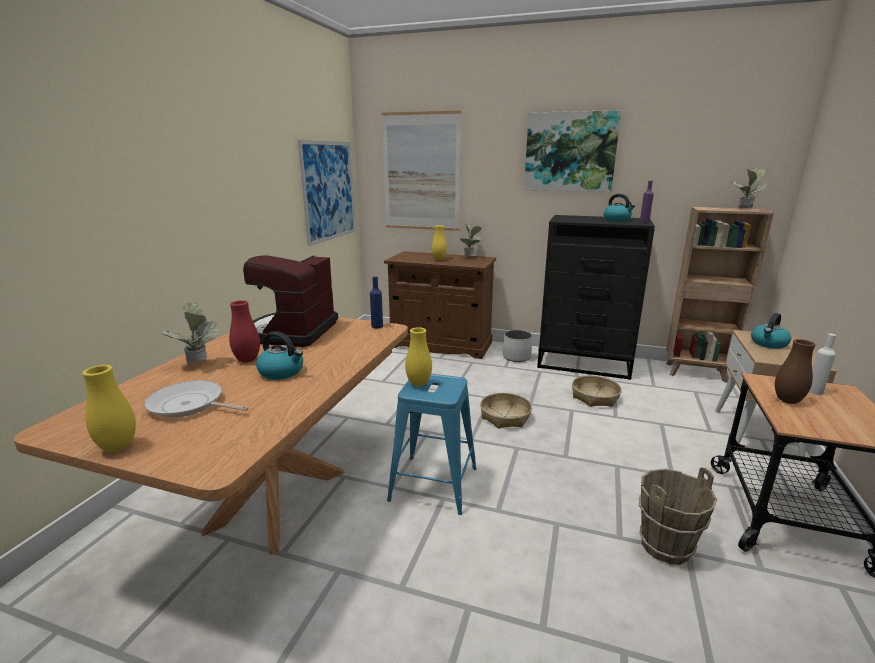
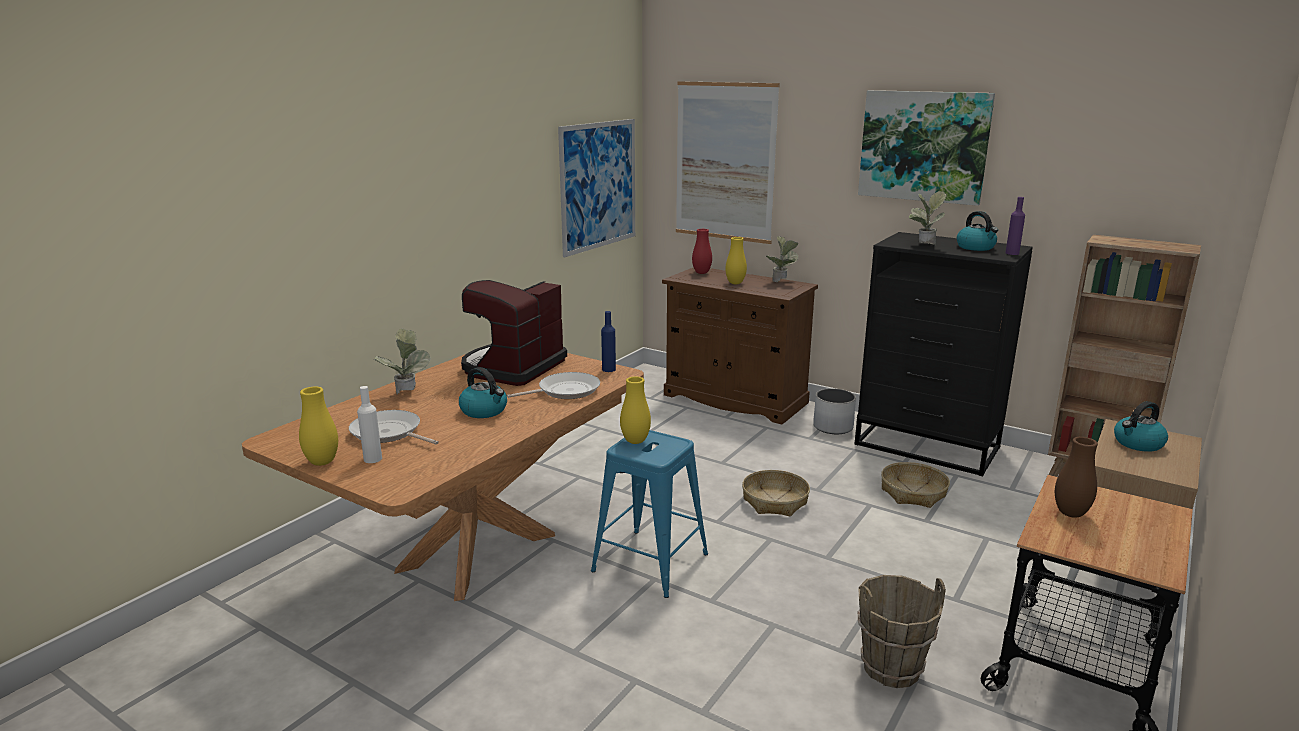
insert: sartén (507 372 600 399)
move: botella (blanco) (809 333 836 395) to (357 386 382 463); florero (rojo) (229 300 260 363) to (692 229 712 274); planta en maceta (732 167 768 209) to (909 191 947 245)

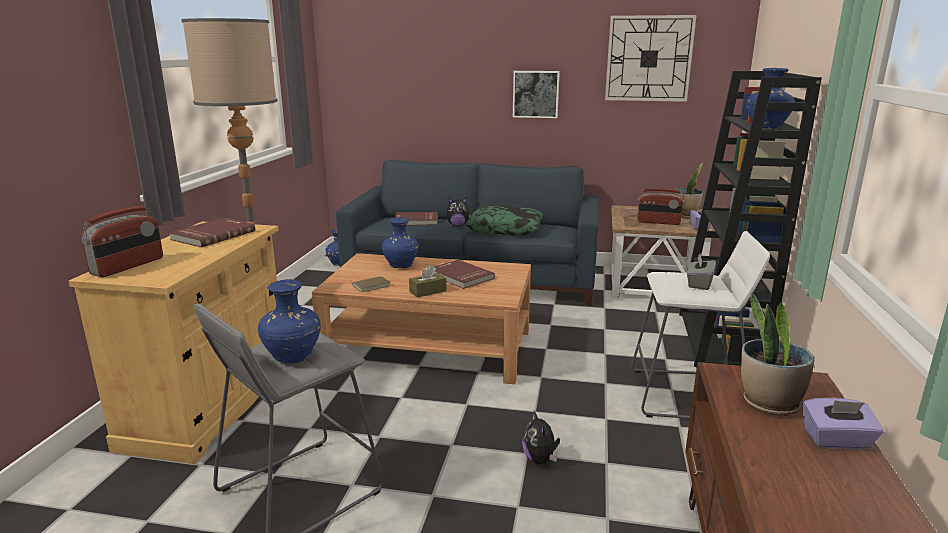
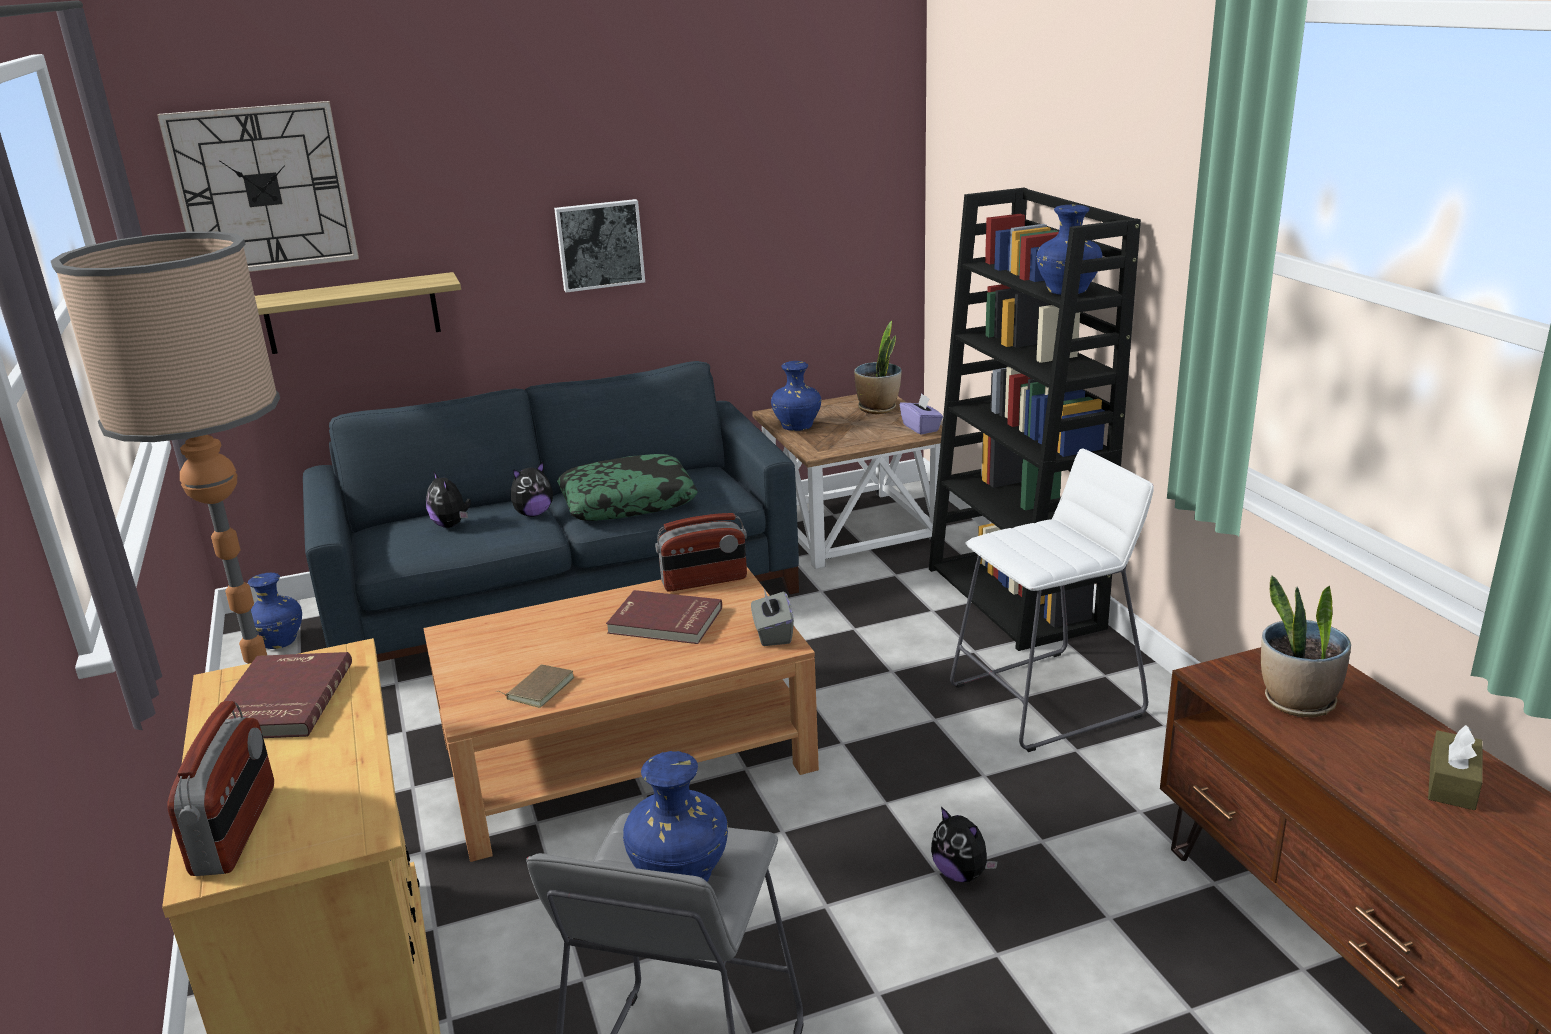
delete: caja de pañuelos (morado) (802 398 884 449)
insert: estante (255 272 461 354)
move: reloj de pared (605 15 697 102) to (157 101 359 272); radio (637 188 685 225) to (655 513 747 591); caja de pañuelos (gris) (687 254 716 290) to (751 589 794 646); florero (azul) (382 217 419 268) to (771 361 821 431); caja de pañuelos (marrón) (409 265 447 298) to (1428 725 1483 810)
replace: libro (rojo) (395 212 437 225) to peluche (426 471 471 528)

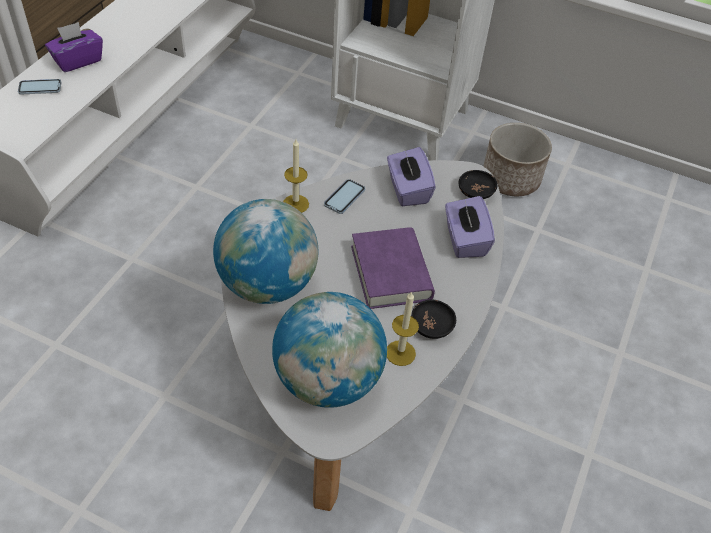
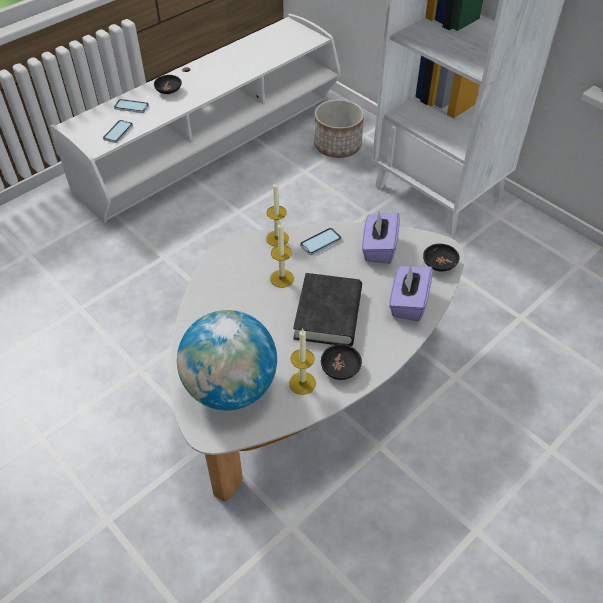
delete: globo terráqueo (213 199 319 304)
insert: móvil (103 120 133 143); vela (270 221 294 288)
move: maceta (483 123 552 196) to (314 99 364 158)
replace: caja de pañuelos (morado) (45 22 103 72) to cuenco (negro) (154 75 182 94)
recolor: libro (morado) (351 227 435 309) to libro (negro) (293 273 362 346)

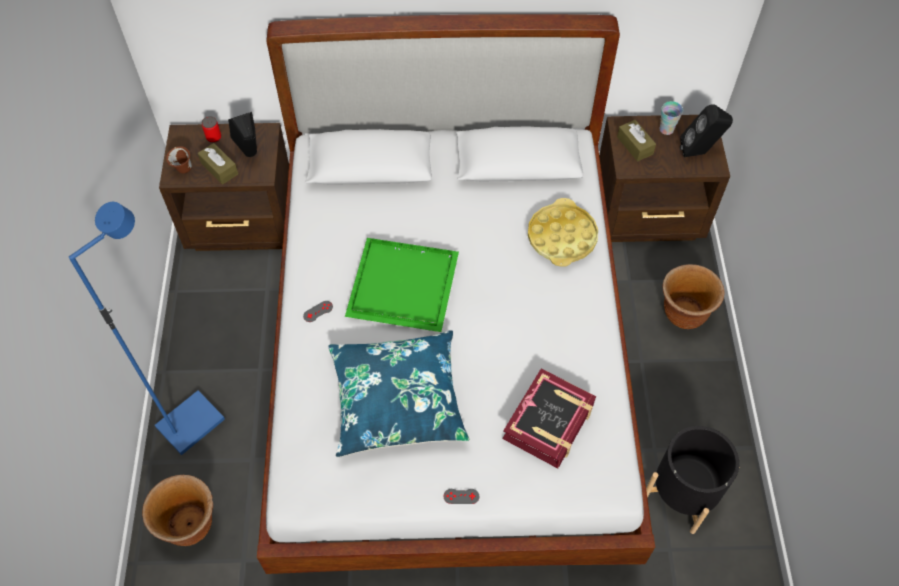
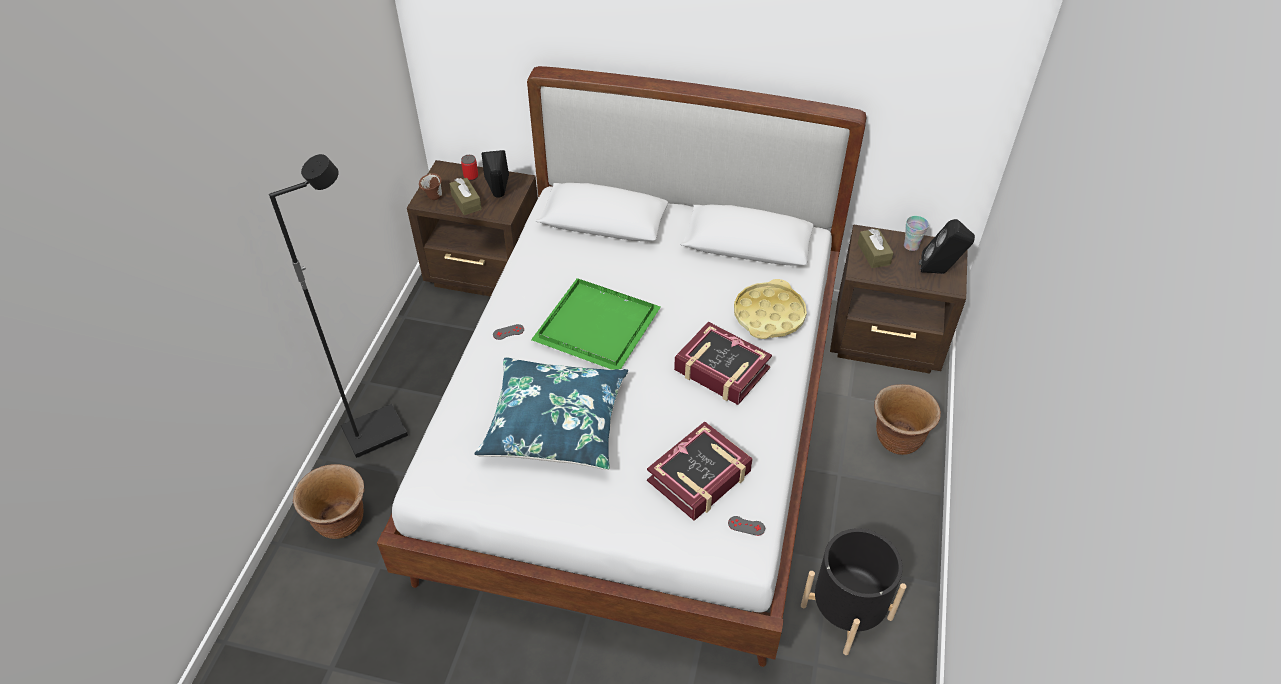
insert: libro (674 322 772 405)
move: mando de consola (gris) (444 489 479 504) to (728 516 765 536)
recolor: lámpara de pie (azul) (68 202 225 455) to lámpara de pie (negro) (269 154 408 458)

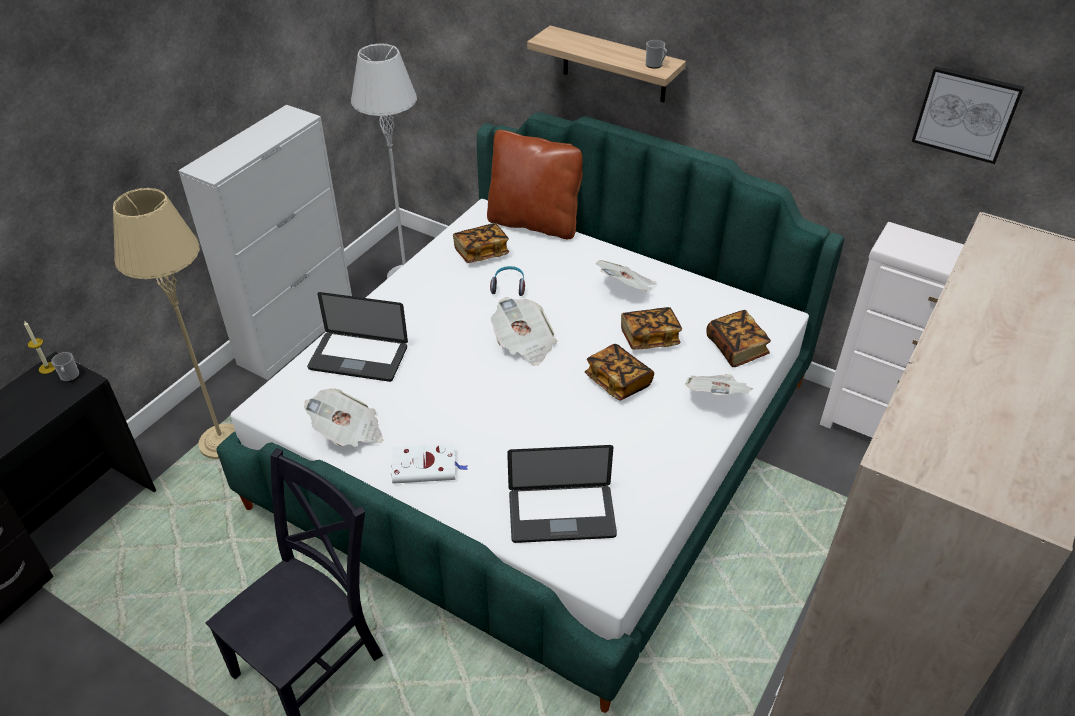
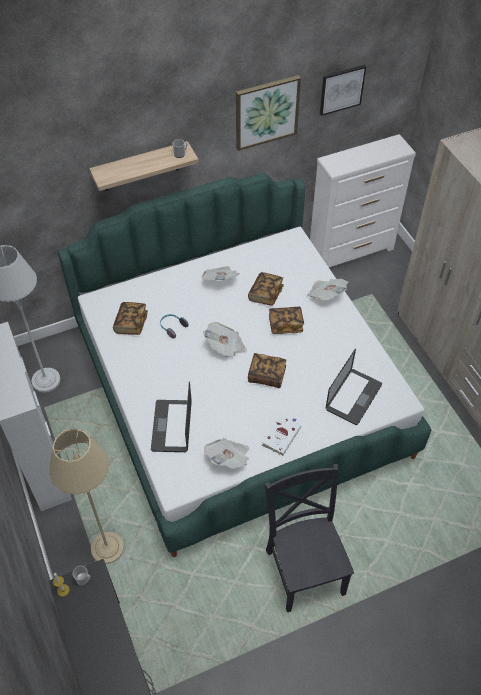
delete: cojín (marrón) (487 130 583 239)
insert: cuadro (236 75 301 151)
move: libro (706 310 771 367) to (248 353 286 388)
rotate: portátil (307 292 408 382) = (151 381 192 452) 135 degrees clockwise

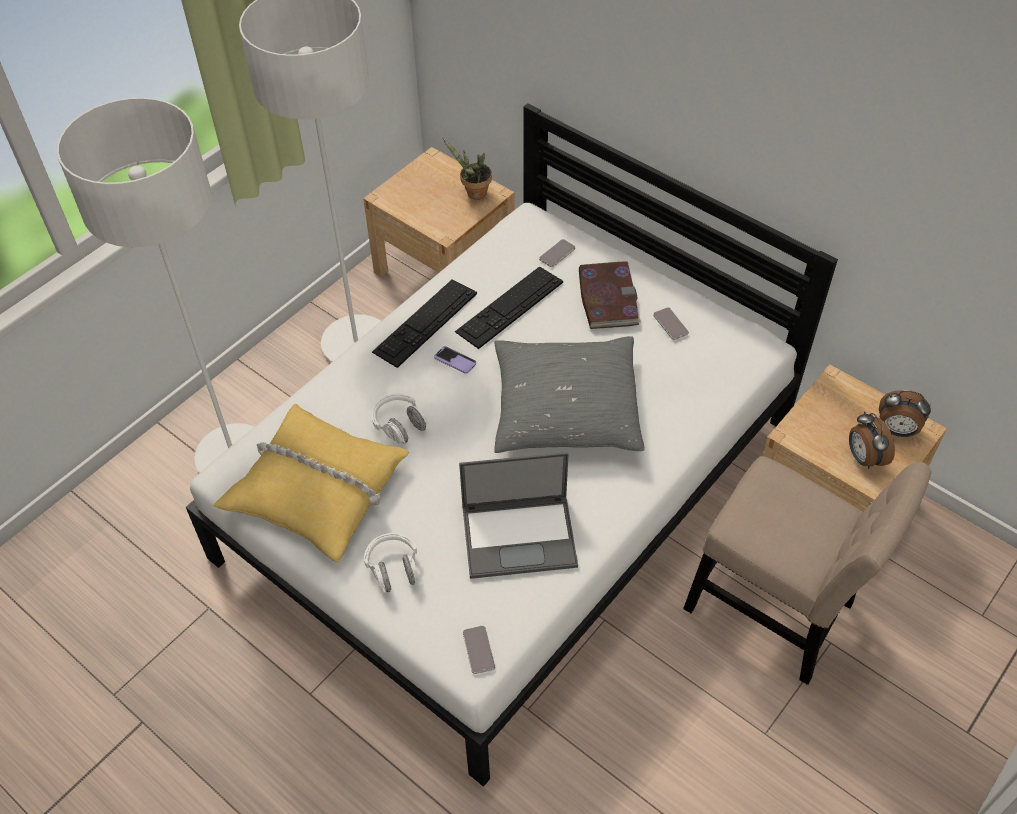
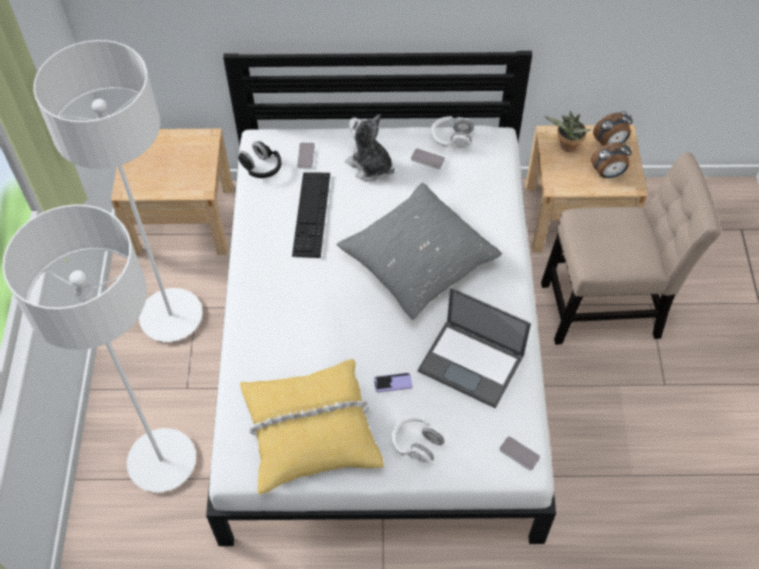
delete: teclado (372 279 477 368)
insert: auriculares (negro) (238 141 281 178)
move: móvil (434 346 476 374) to (374 373 412 392); auriculares (blanco) (372 394 428 443) to (431 116 474 149); planta en maceta (442 137 492 200) to (545 111 591 152)
replace: libro (579 261 641 329) to peluche (345 114 395 182)
rotate: portátil (459 452 578 579) = (418 288 531 409) 75 degrees clockwise; despertador (849 411 895 469) = (591 142 632 178) 45 degrees counterclockwise

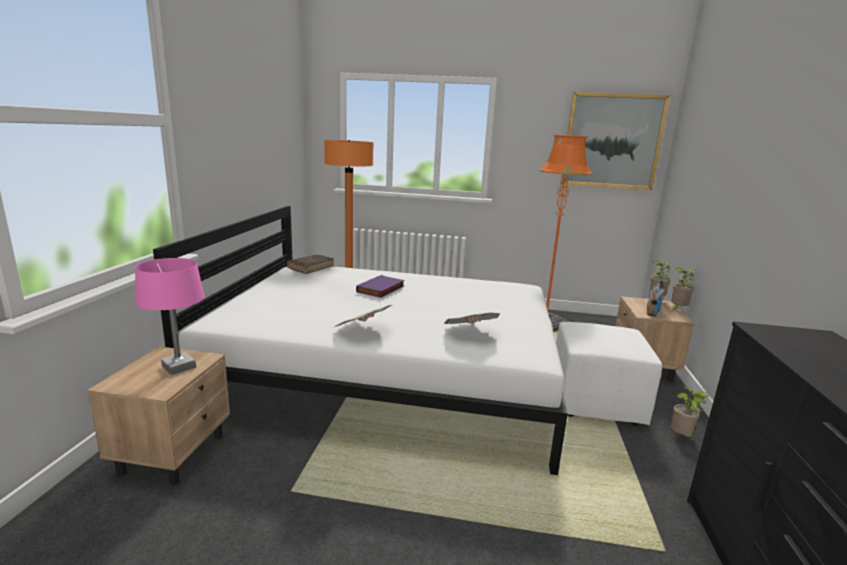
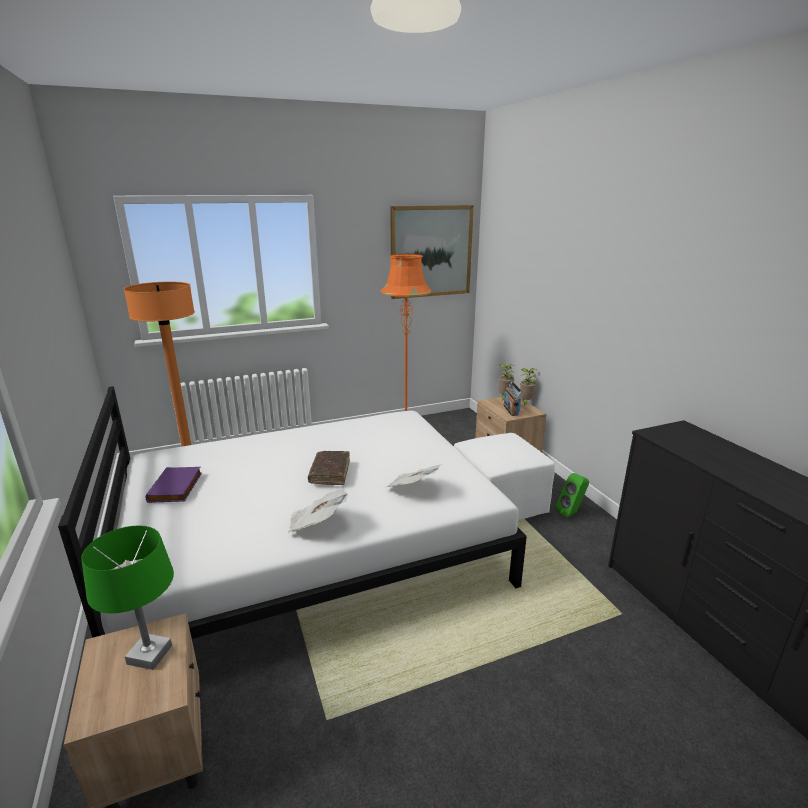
move: libro (morado) (356 275 405 298) to (145 467 202 503); libro (marrón) (287 255 334 274) to (308 451 350 485)
replace: planta en maceta (671 387 710 437) to altavoz (verde) (556 473 589 518)
recolor: lámpara de mesa (rosa) (135 258 204 375) to lámpara de mesa (verde) (81 525 174 670)

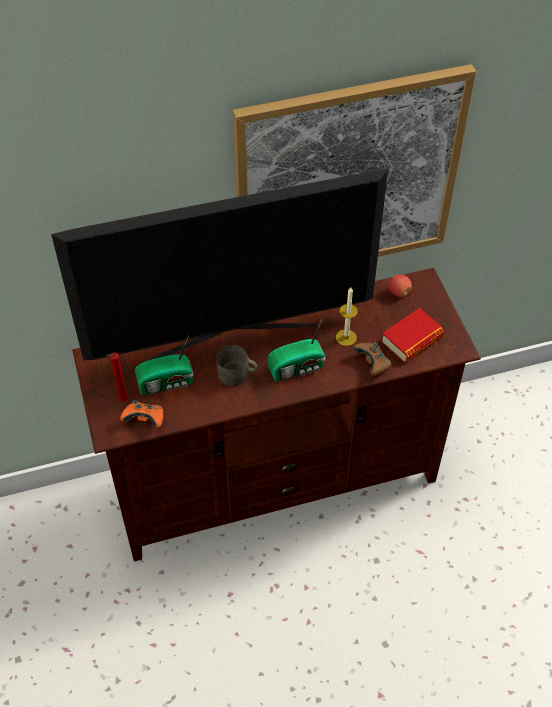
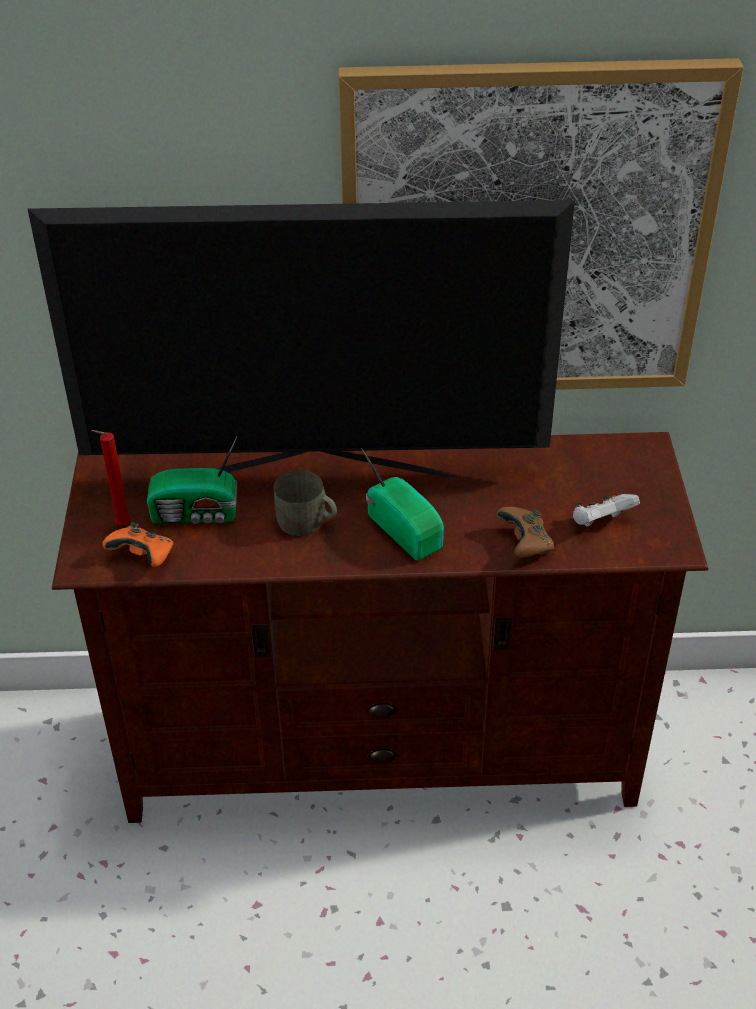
delete: vela (336 287 358 346); manzana (388 274 412 297)
replace: libro (381 308 445 363) to mando de consola (blanco) (573 494 640 527)
rotate: radio (268 320 325 381) = (361 448 444 561) 120 degrees counterclockwise

